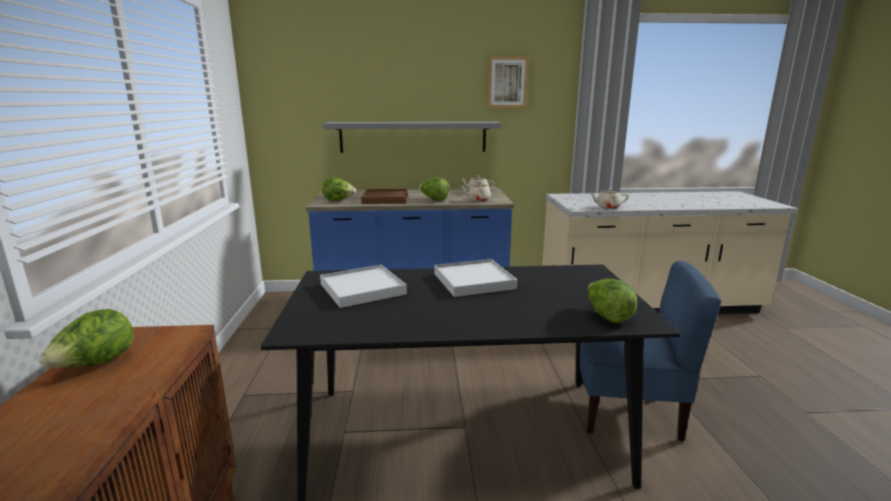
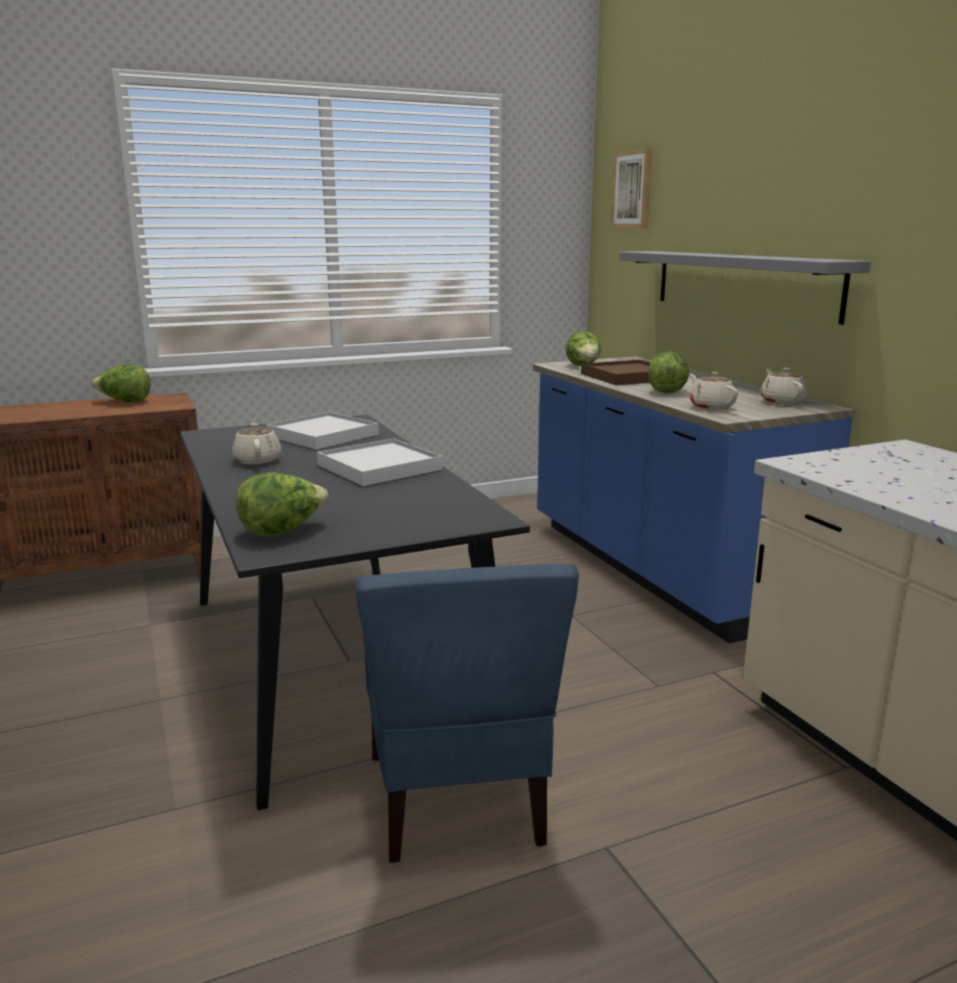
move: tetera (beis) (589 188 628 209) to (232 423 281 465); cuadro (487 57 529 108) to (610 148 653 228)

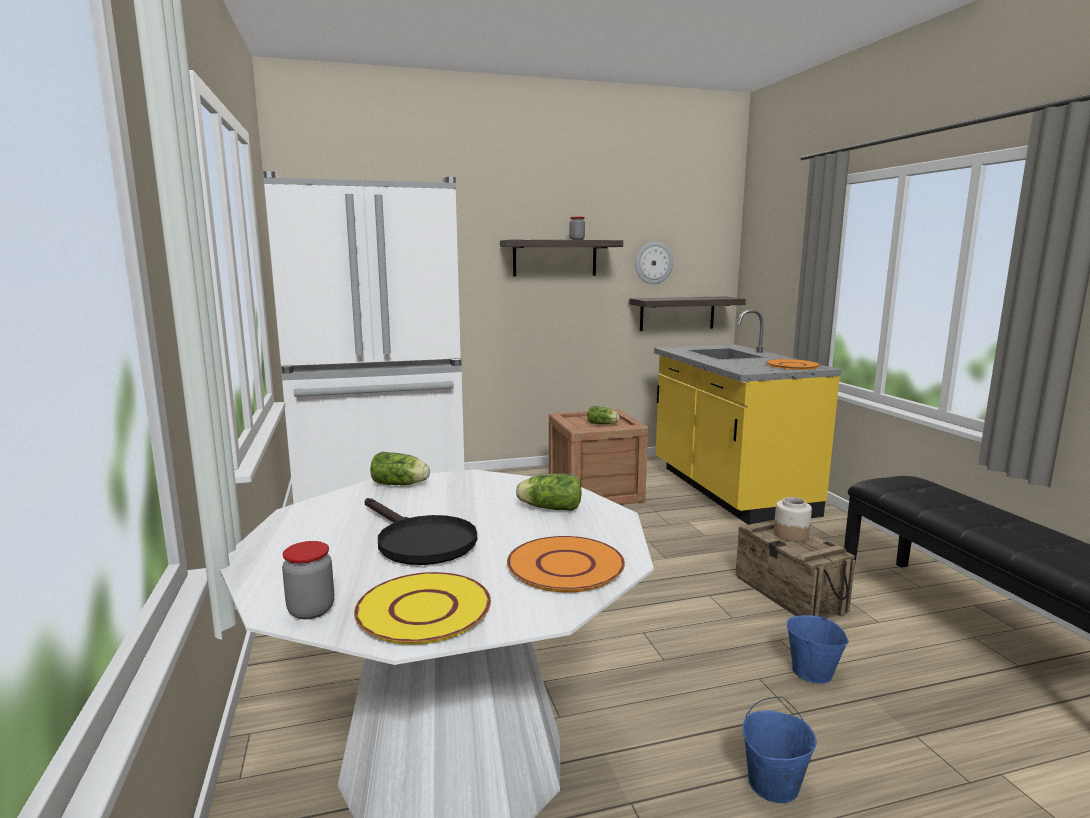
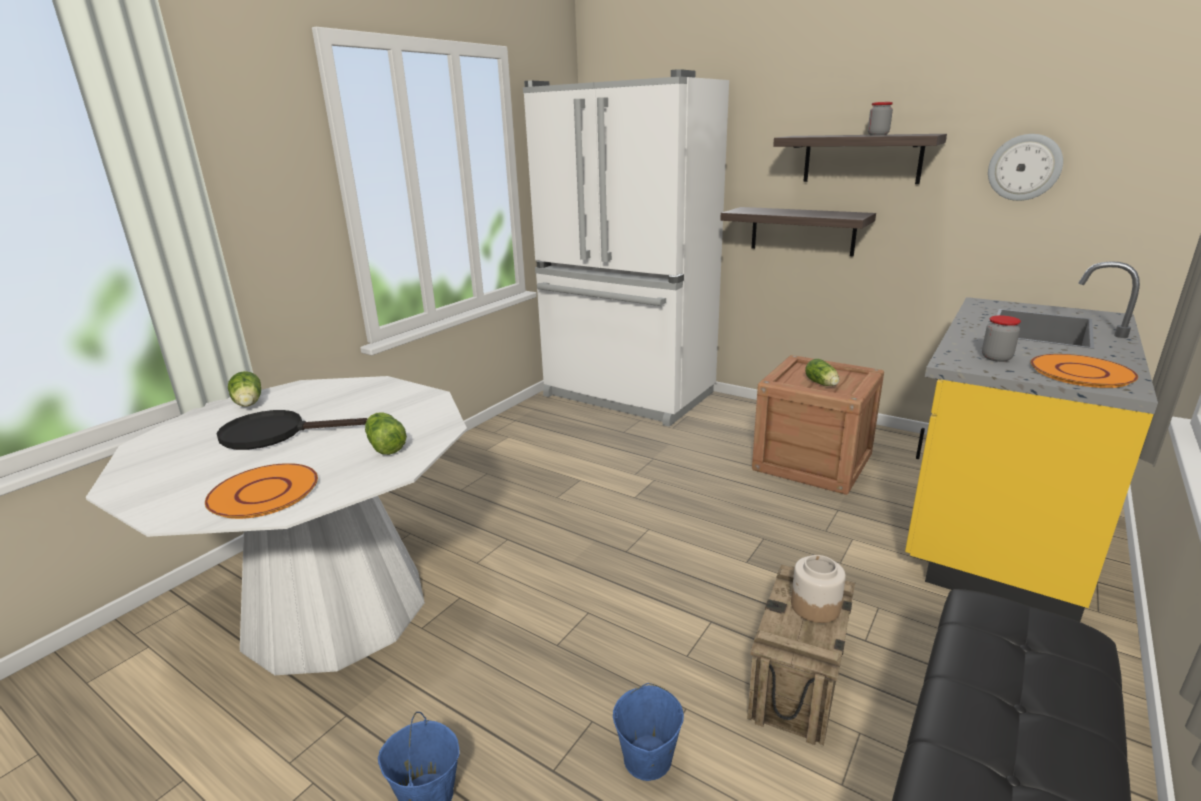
delete: plato (amarillo) (354 572 491 645)
move: lechuga (370 452 430 485) to (228 371 261 407); estante (629 296 746 331) to (720 207 876 256); tarro (282 541 334 619) to (982 315 1021 362)
rotate: sartén (negro) (365 498 477 565) = (216 410 368 450) 75 degrees clockwise

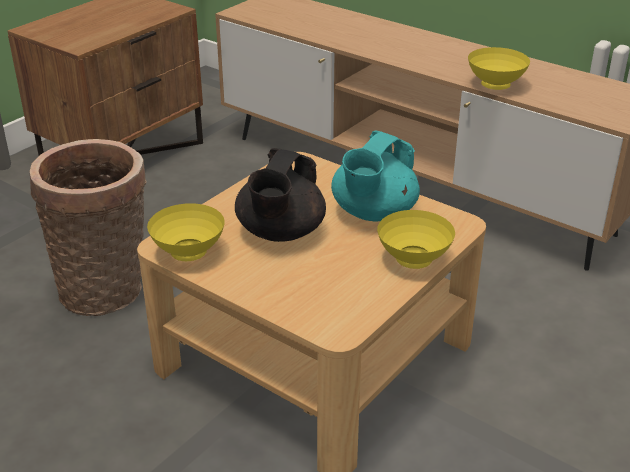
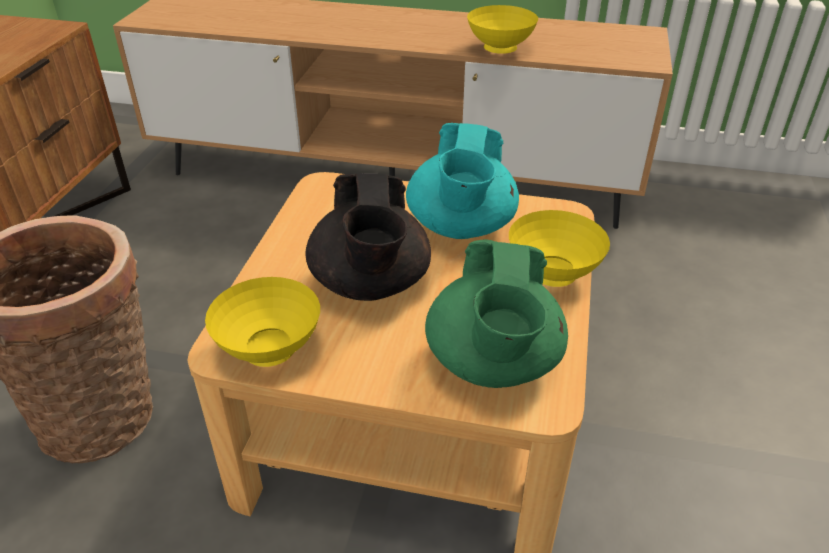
insert: tetera (verde) (425 239 568 388)

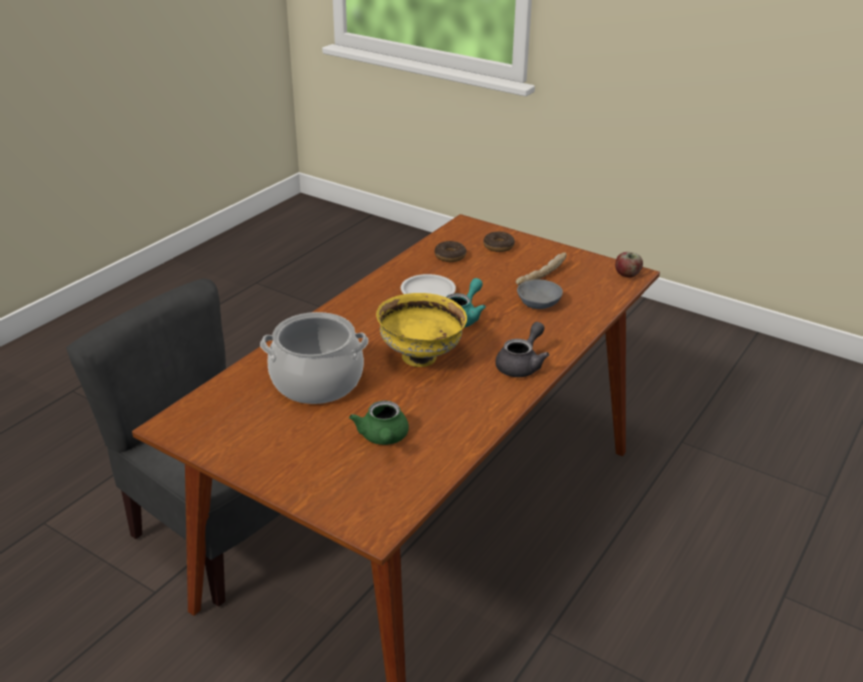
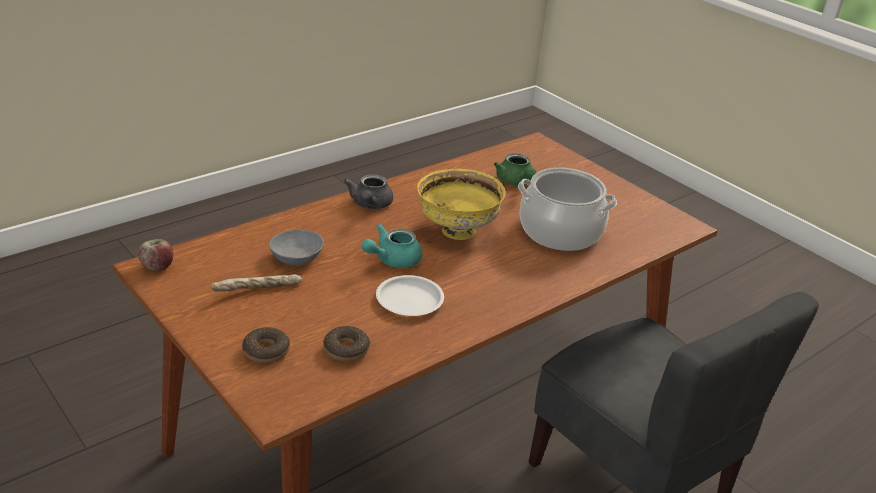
rotate: tetera (gris) (495 322 549 377) = (344 174 393 209) 45 degrees counterclockwise; tetera (verde) (349 401 409 445) = (494 153 537 185) 150 degrees clockwise

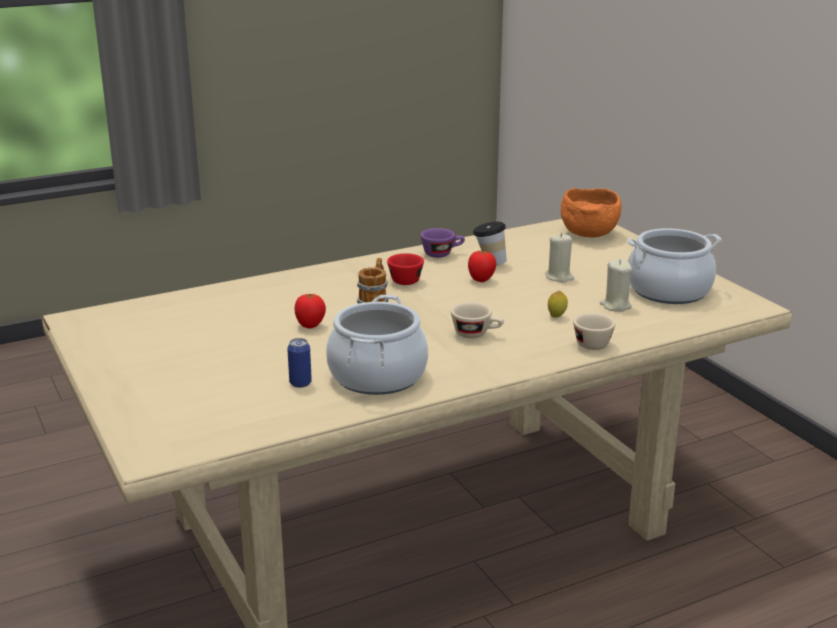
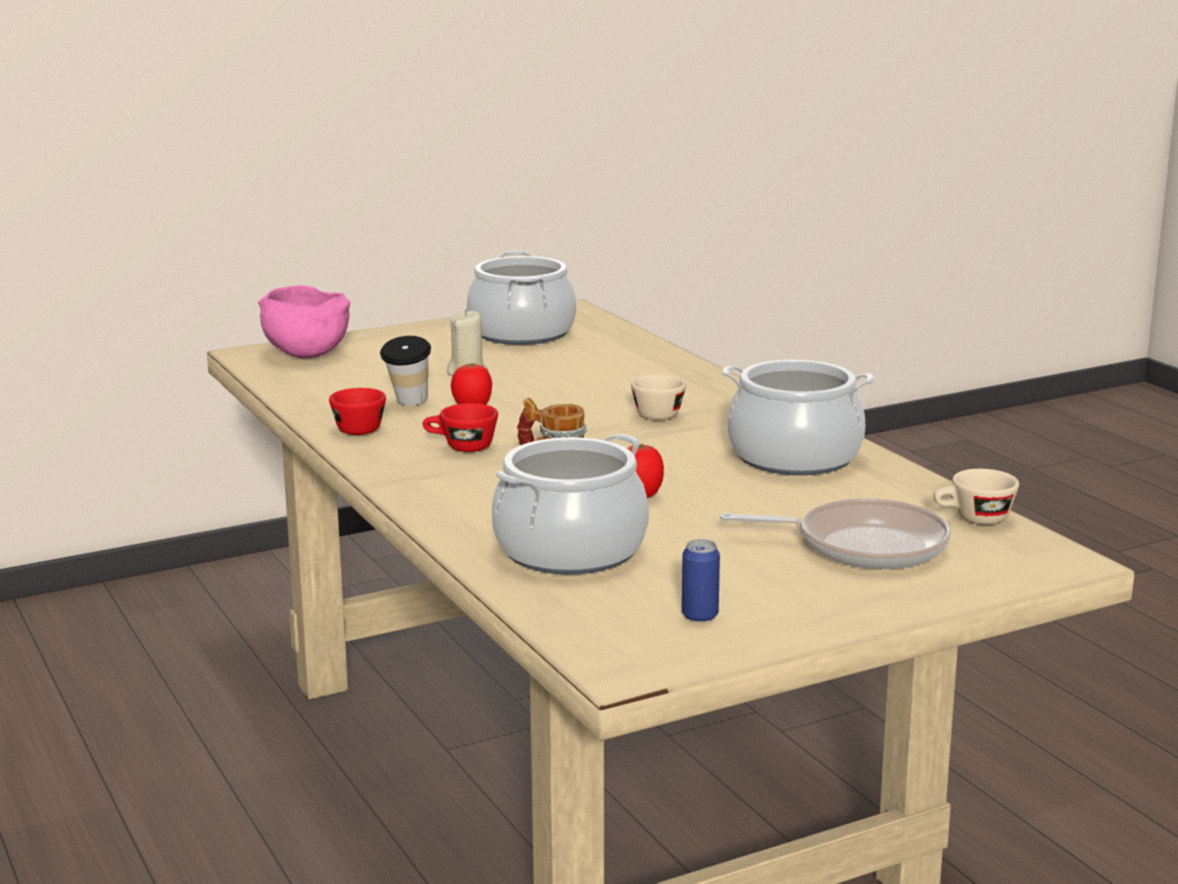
delete: limón (548 290 568 318); vela (beis) (600 259 632 311)
insert: olla (492 434 649 575); sartén (720 499 951 569)
move: lata (287 338 312 388) to (682 539 720 622); taza (beis) (573 313 615 350) to (933 469 1019 525)
recolor: cuenco (naranja) (561 188 621 237) to cuenco (rosa) (258 285 350 359); taza (morado) (420 228 465 258) to taza (rojo) (329 388 386 435)

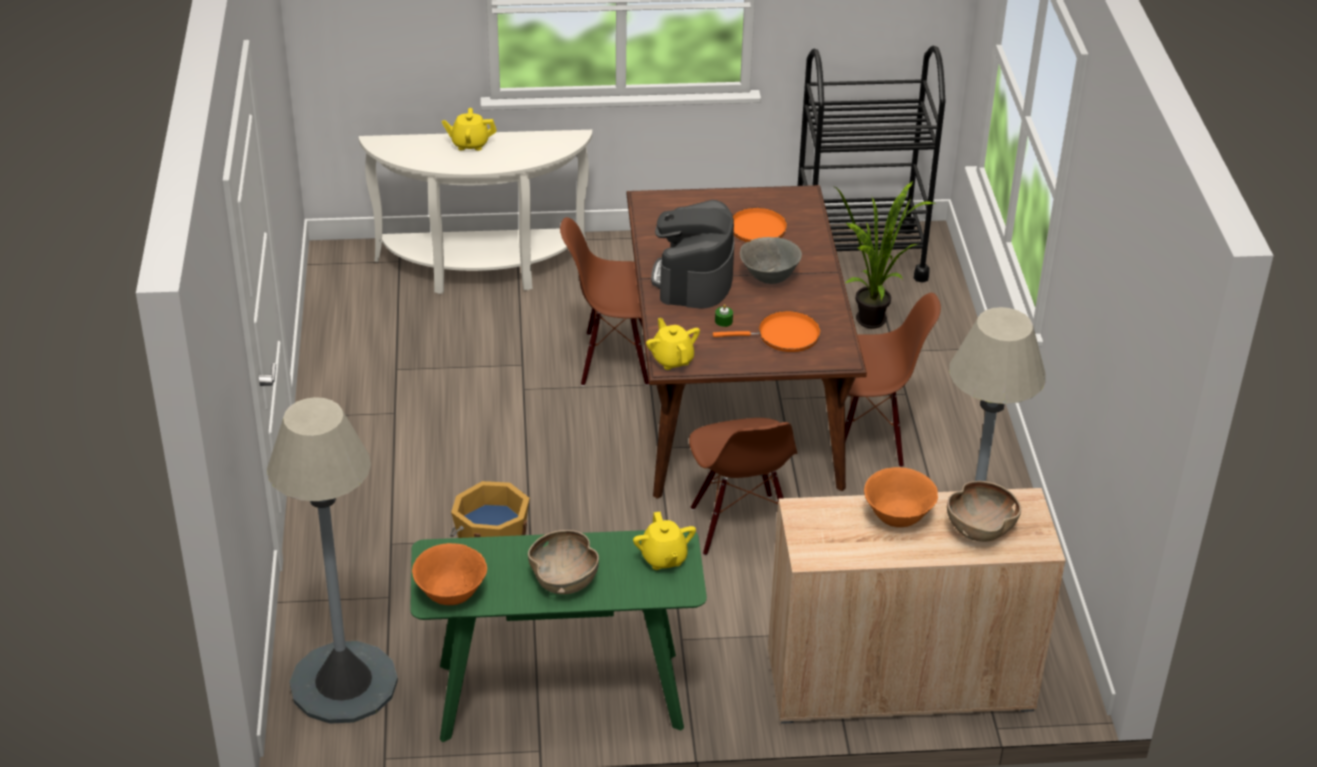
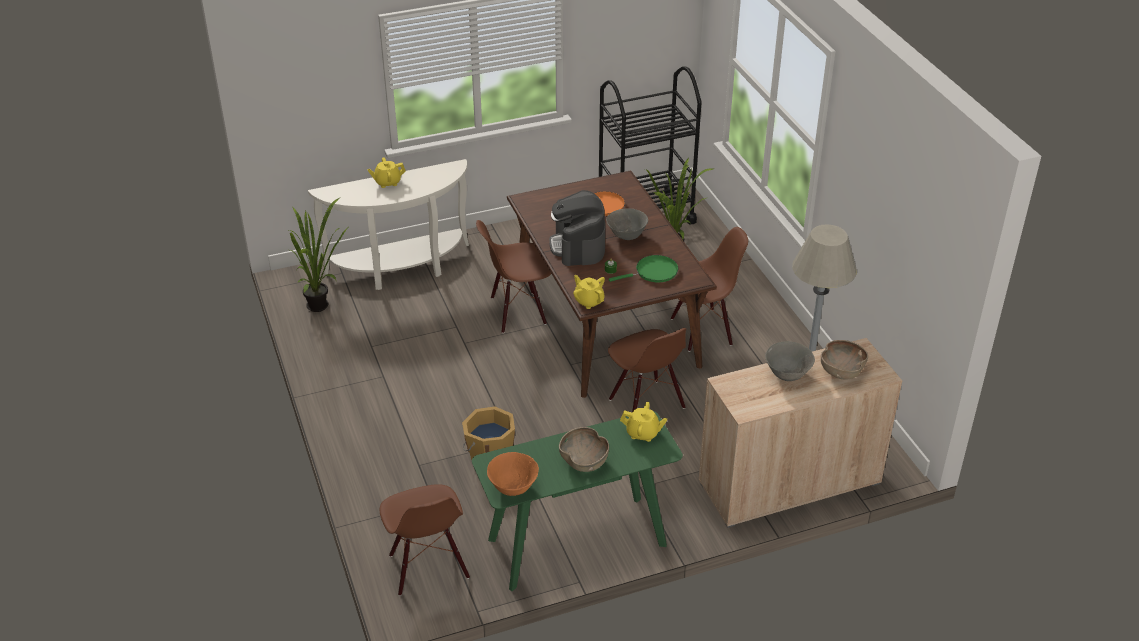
insert: planta en maceta (289 198 348 312)
replace: lámpara de pie (gris) (267 397 398 724) to silla (marrón) (380 484 470 596)
recolor: sartén (naranja) (713 311 821 352) to sartén (verde) (609 255 678 282); cuenco (naranja) (864 467 938 527) to cuenco (gris) (765 341 815 381)
rotate: tetera (amarillo) (633 512 696 570) = (620 402 667 442) 45 degrees counterclockwise

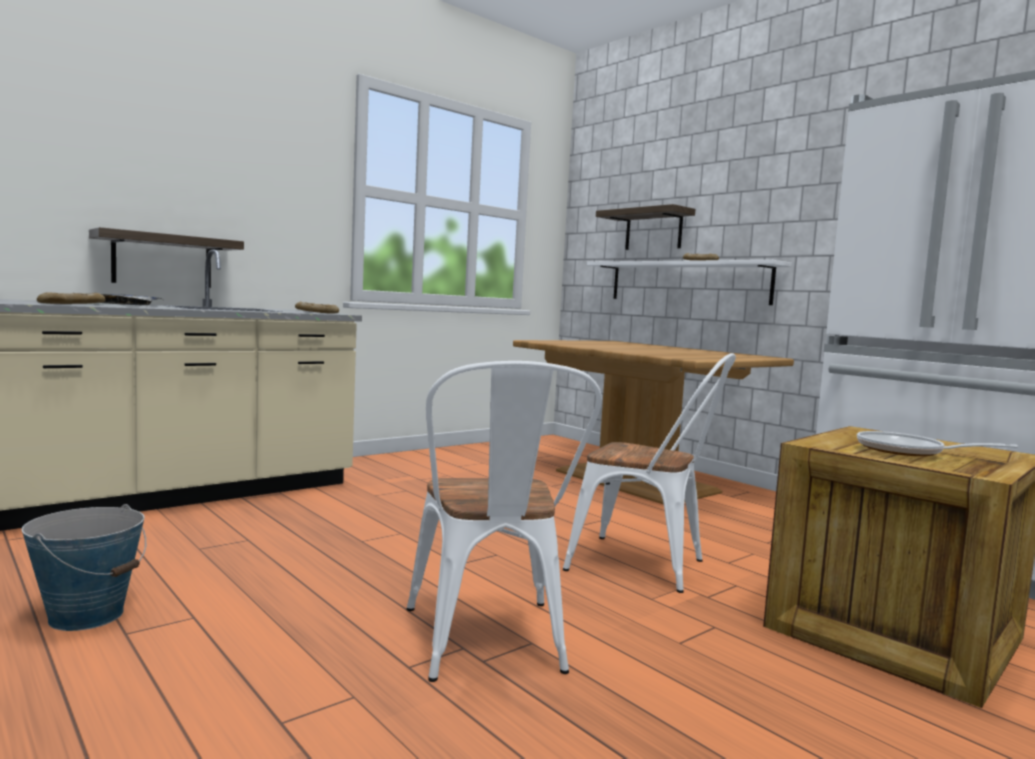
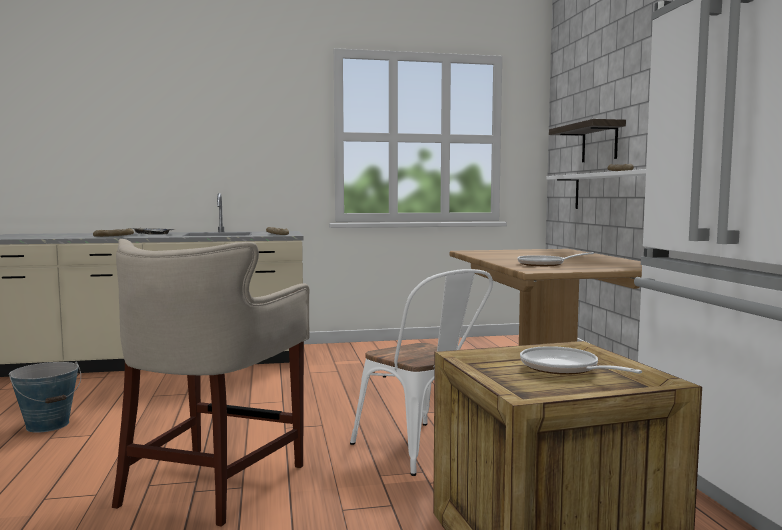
delete: estante (89 227 244 288)
insert: sartén (517 252 594 266)
replace: silla (blanco) (407 361 602 682) to taburete (beis) (112 239 310 527)

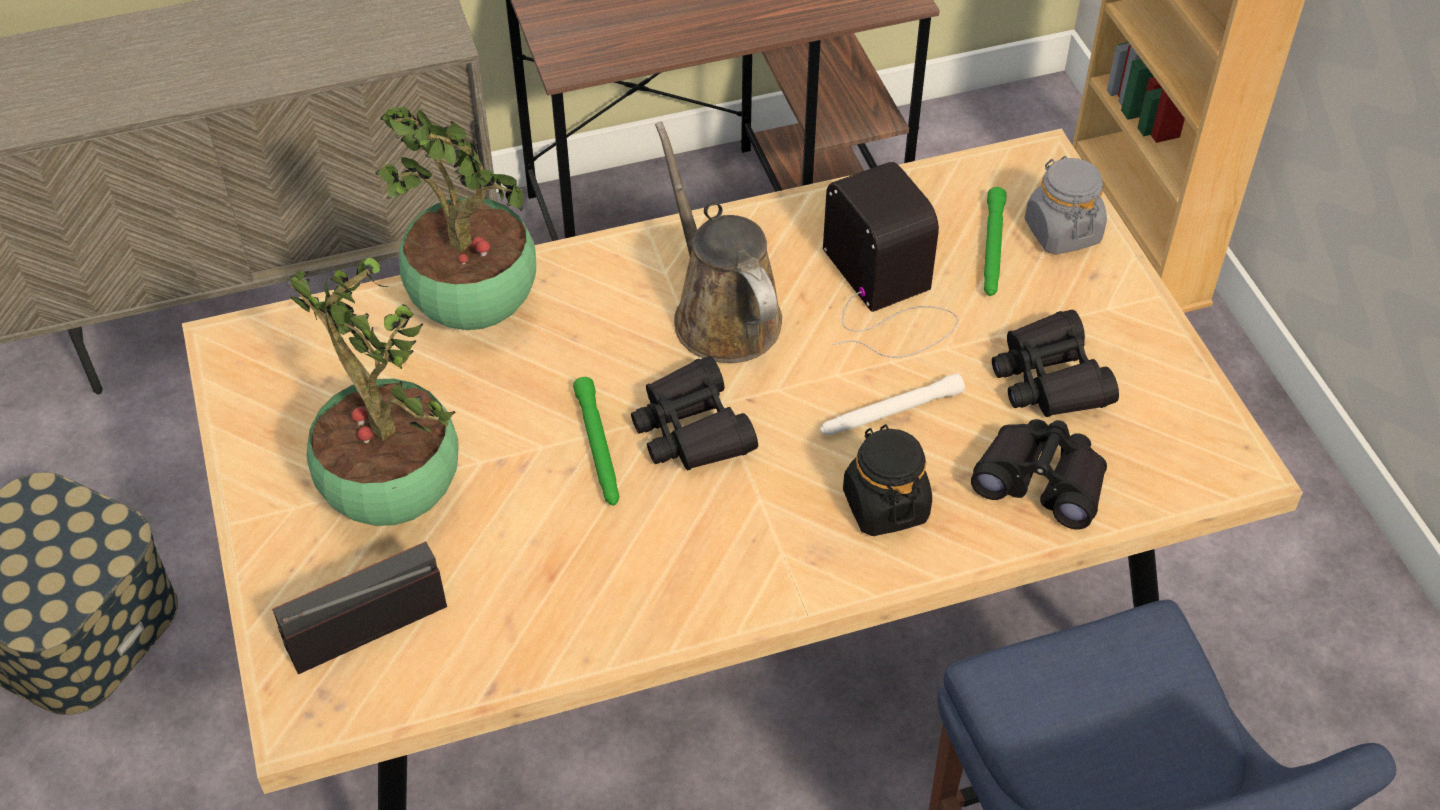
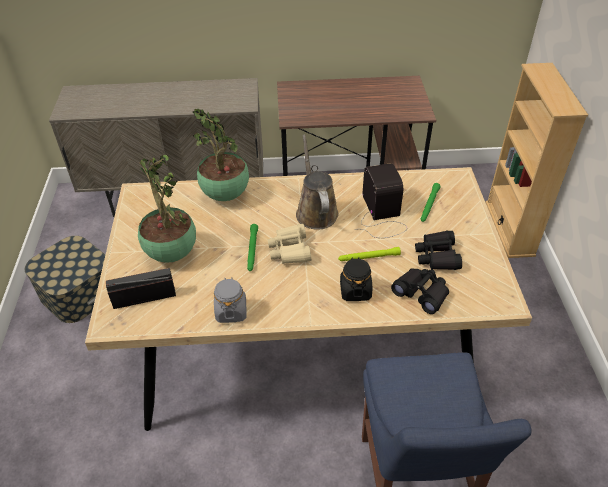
move: tarro (gris) (1025 156 1107 254) to (214 277 246 323)
recolor: prismáticos (negro) (631 356 758 470) to prismáticos (beis) (268 224 312 264); linterna (blanco) (820 373 965 436) to linterna (verde) (338 247 401 261)

